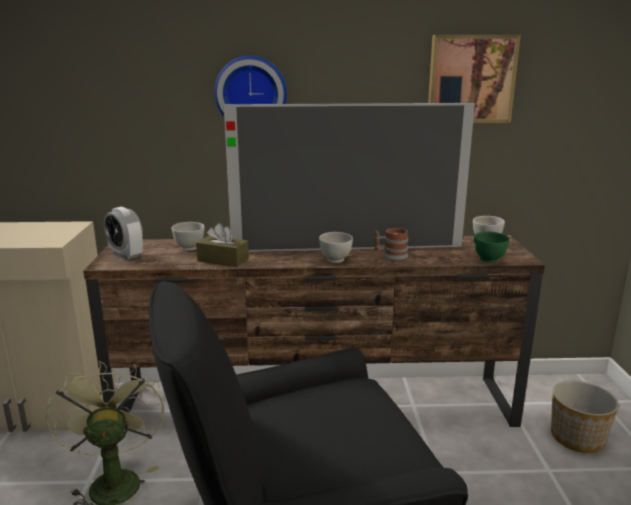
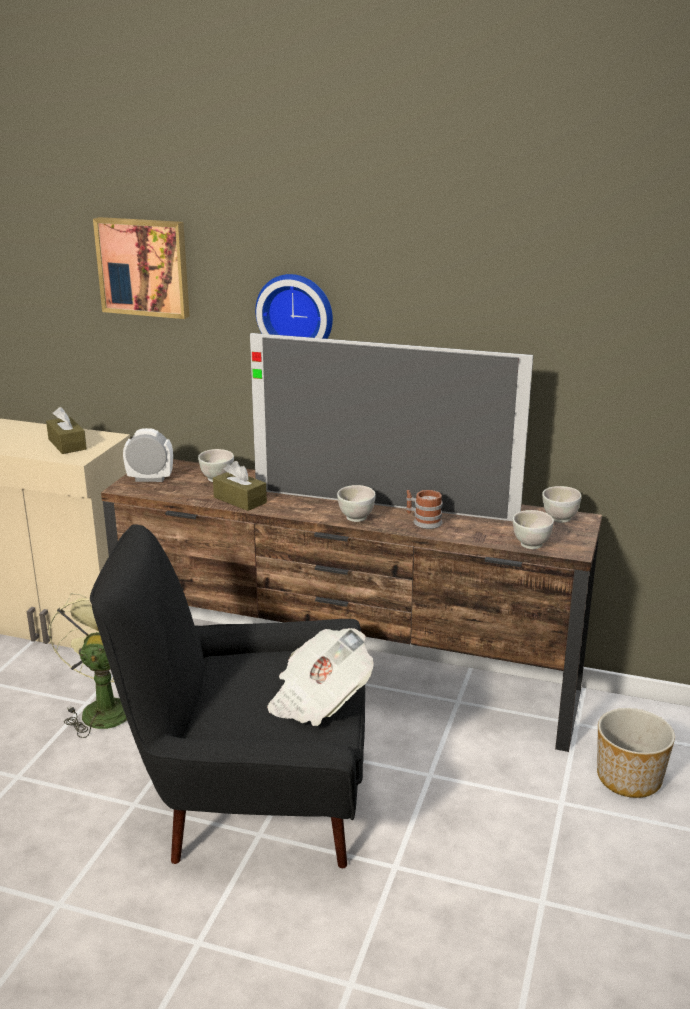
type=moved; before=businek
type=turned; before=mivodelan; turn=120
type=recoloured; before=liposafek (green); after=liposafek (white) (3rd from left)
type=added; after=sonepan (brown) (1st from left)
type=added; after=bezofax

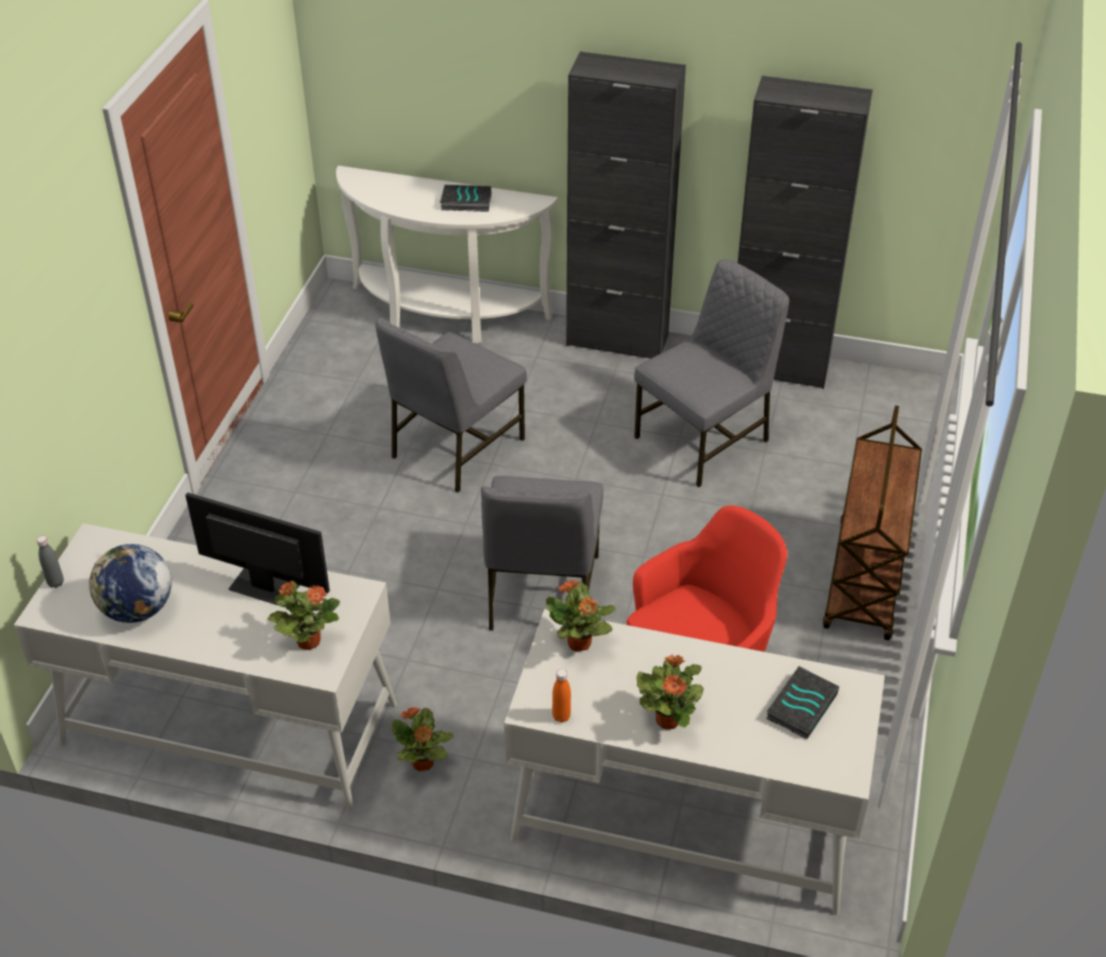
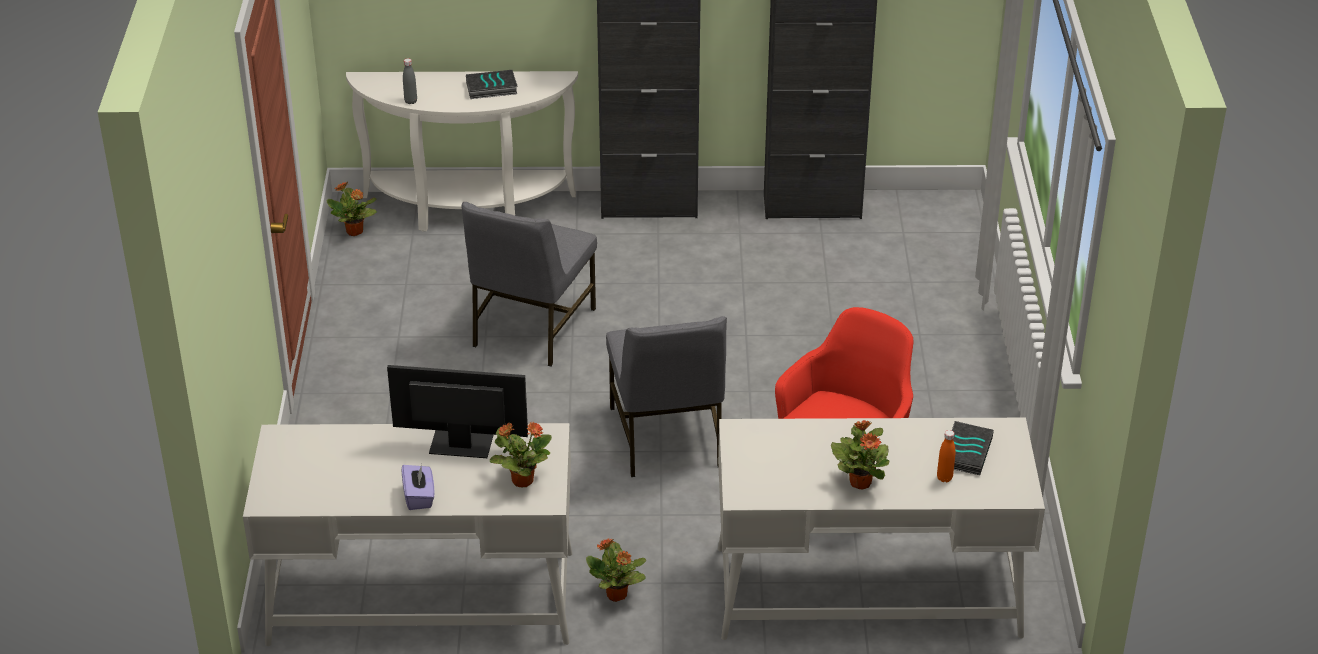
type=removed; before=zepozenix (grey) (3rd from left)
type=removed; before=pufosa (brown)
type=moved; before=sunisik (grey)
type=removed; before=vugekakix
type=moved; before=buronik (3rd from left in the first image); after=buronik (1st from left)
type=moved; before=sunisik (orange)
type=added; after=sonepan (purple)

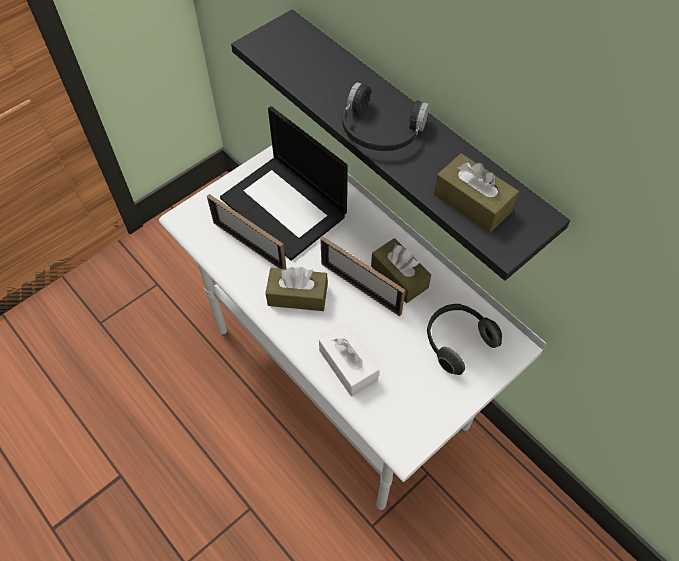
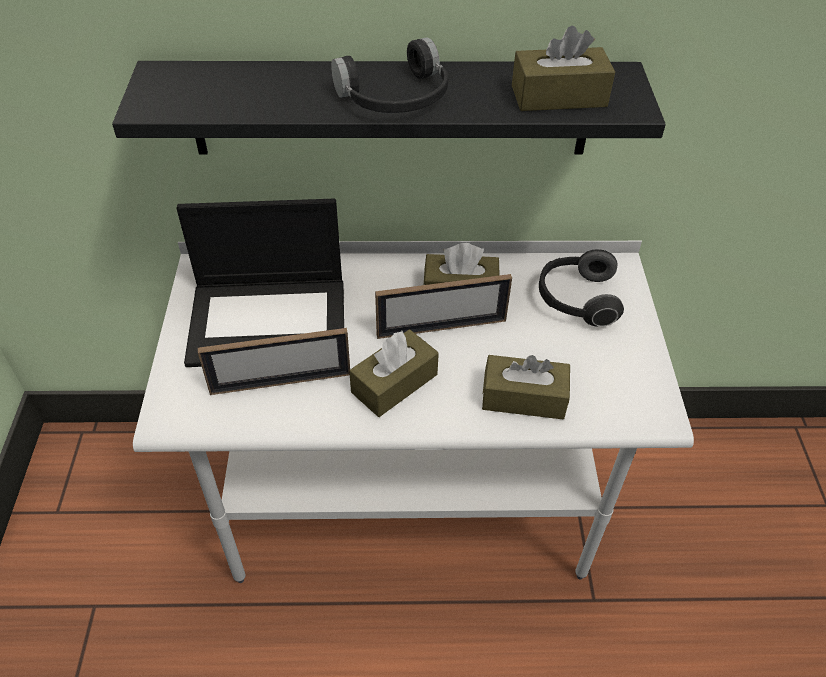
type=recoloured; before=sonepan (white); after=sonepan (brown) (3rd from left)

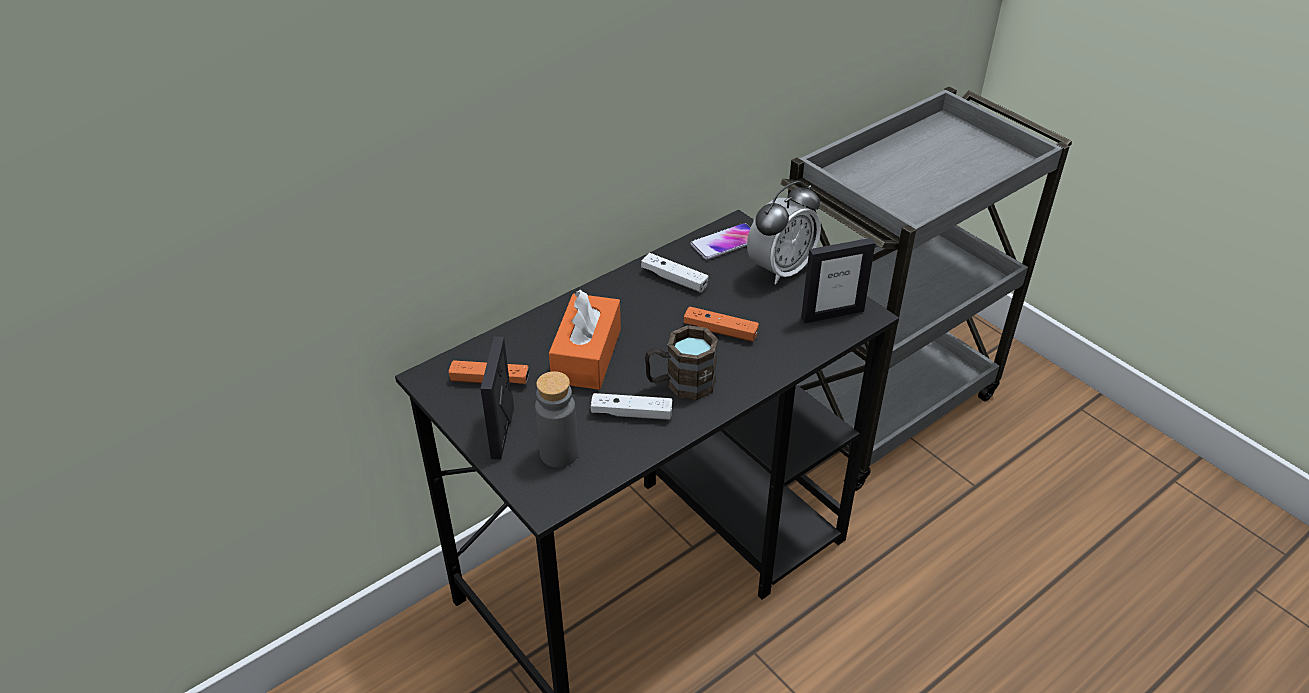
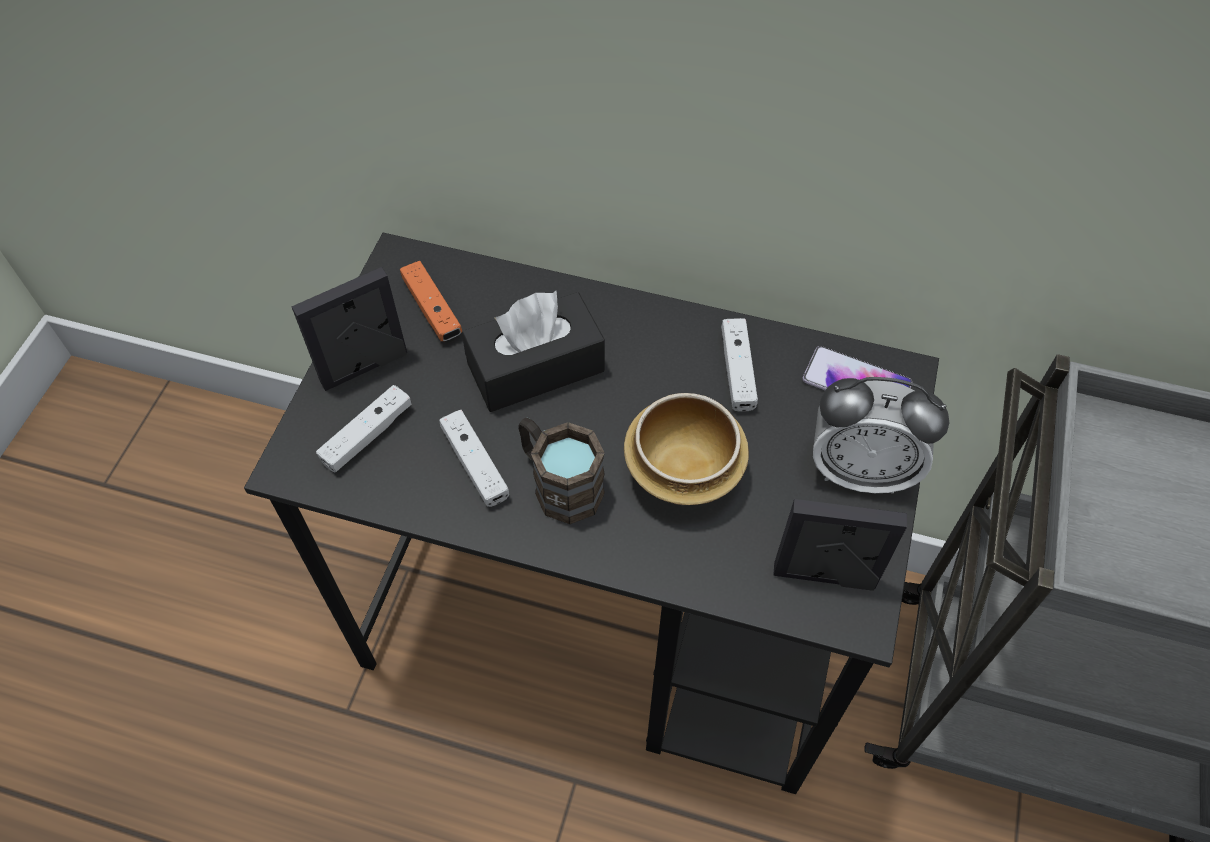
type=turned; before=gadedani (2nd from left); turn=150
type=recoloured; before=sonepan (orange); after=sonepan (black)
type=replaced; before=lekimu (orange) (2nd from left); after=liposafek
type=replaced; before=sunisik (grey); after=lekimu (white) (1st from left)

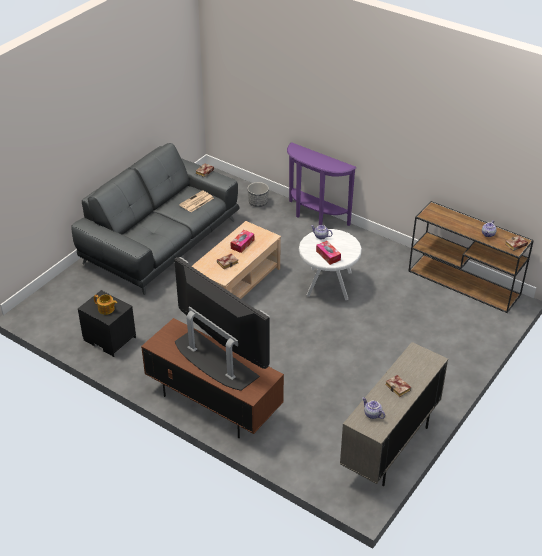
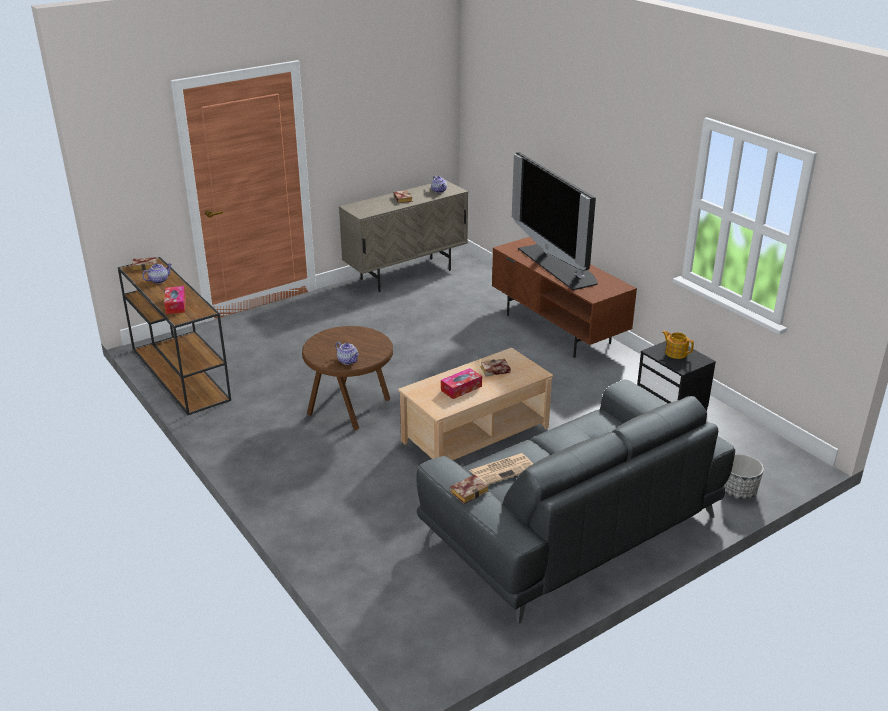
type=removed; before=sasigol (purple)
type=moved; before=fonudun
type=recoloured; before=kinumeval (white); after=kinumeval (brown)
type=moved; before=sonepan (2nd from left in the first image); after=sonepan (1st from left)

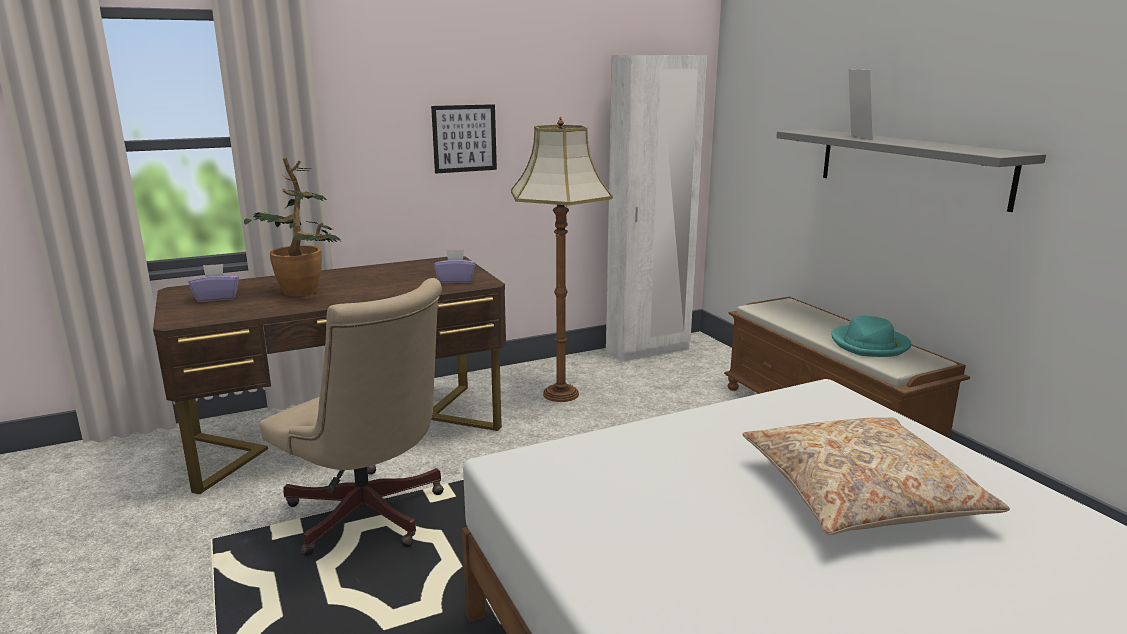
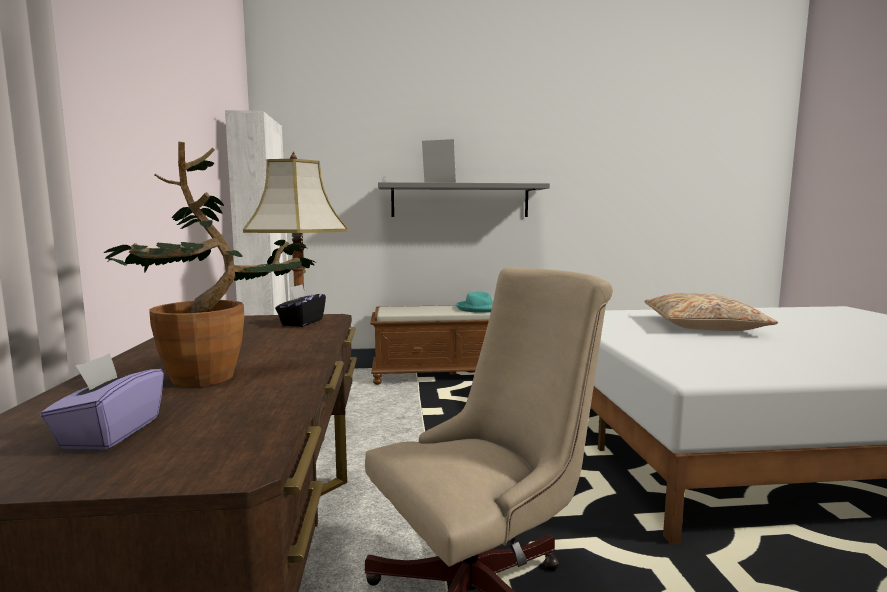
type=removed; before=businek
type=recoloured; before=sonepan (purple) (2nd from left); after=sonepan (black)

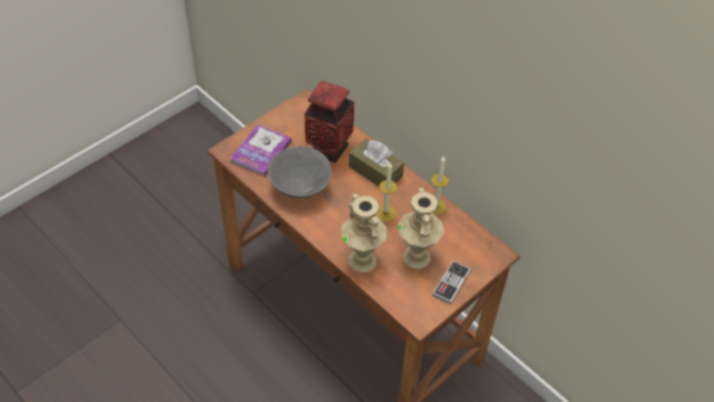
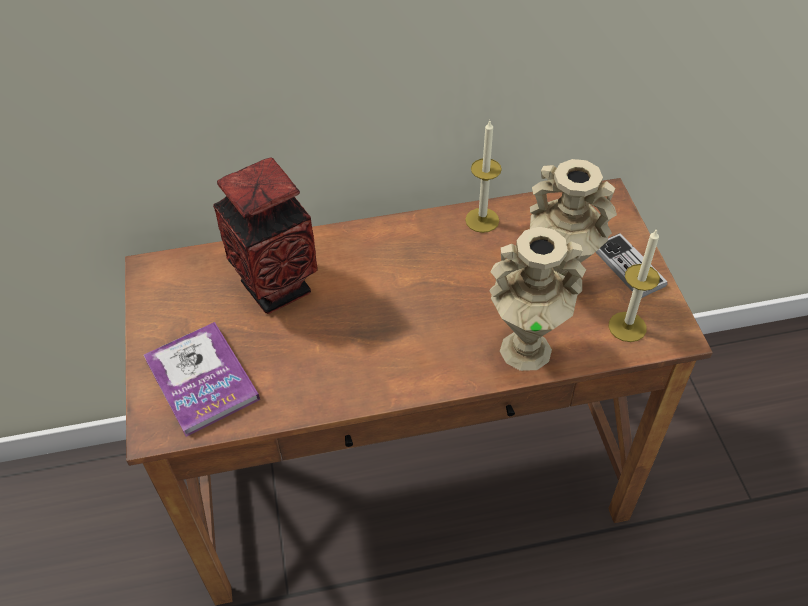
type=removed; before=sonepan (brown)
type=removed; before=liposafek (grey)
type=moved; before=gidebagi (1st from left in the first image); after=gidebagi (2nd from left)

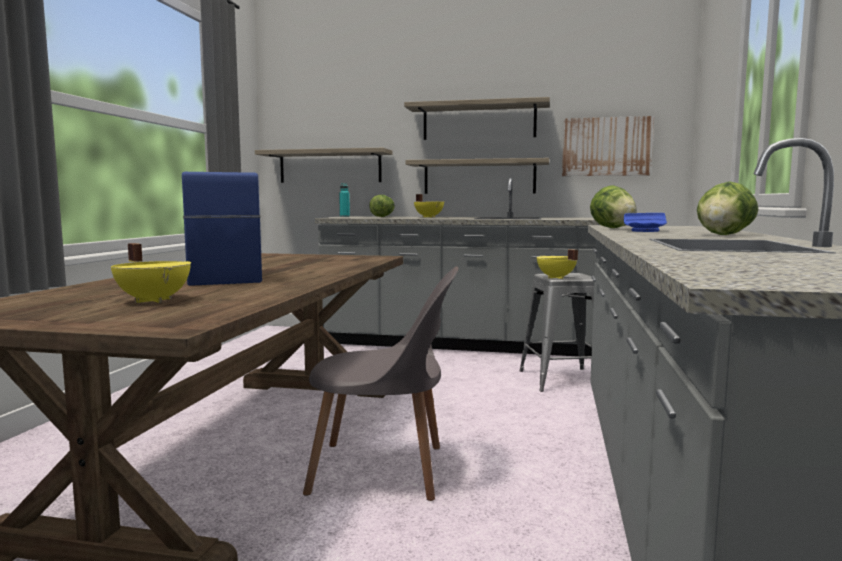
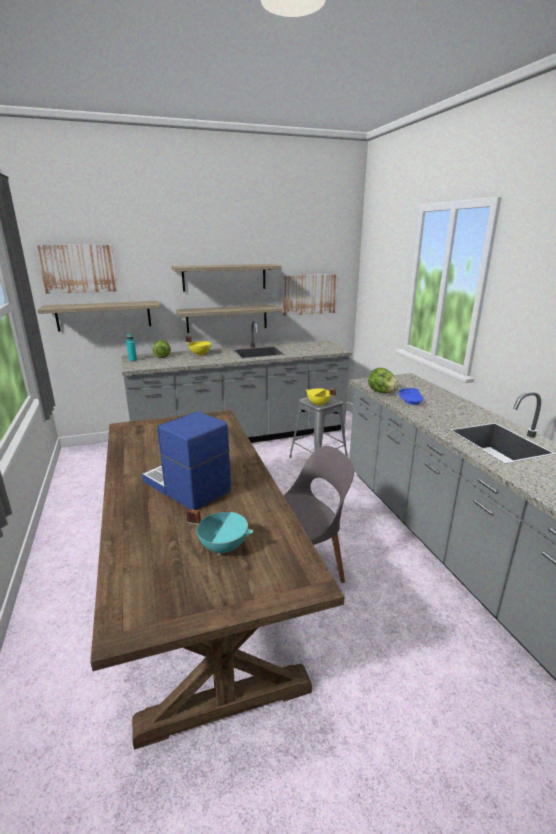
type=removed; before=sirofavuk (3rd from left)
type=recoloured; before=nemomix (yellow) (1st from left); after=nemomix (turquoise)
type=added; after=businek (1st from left)

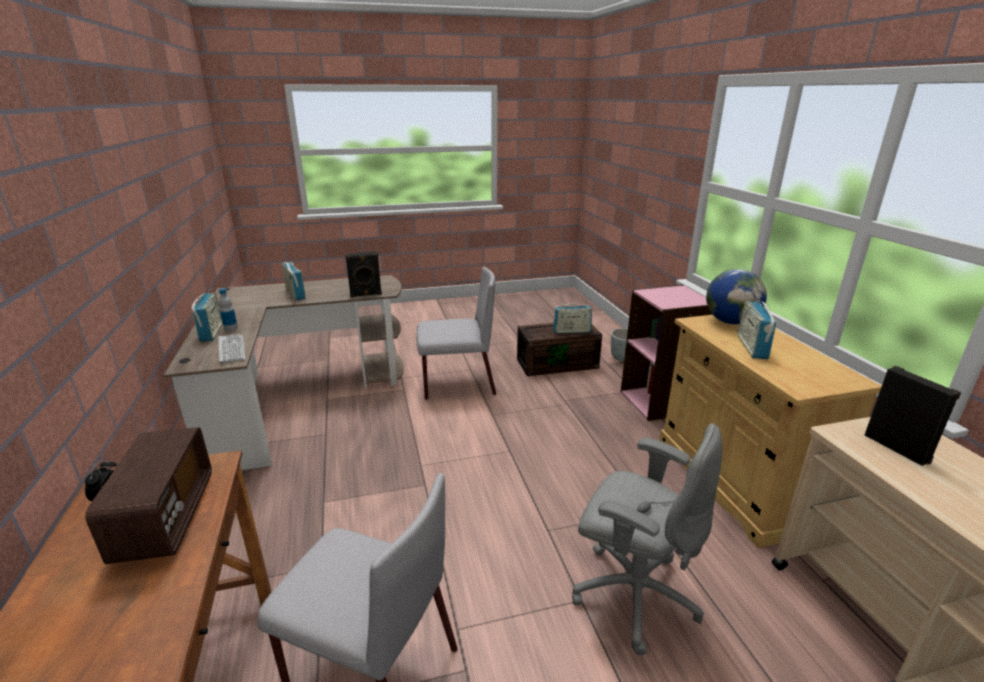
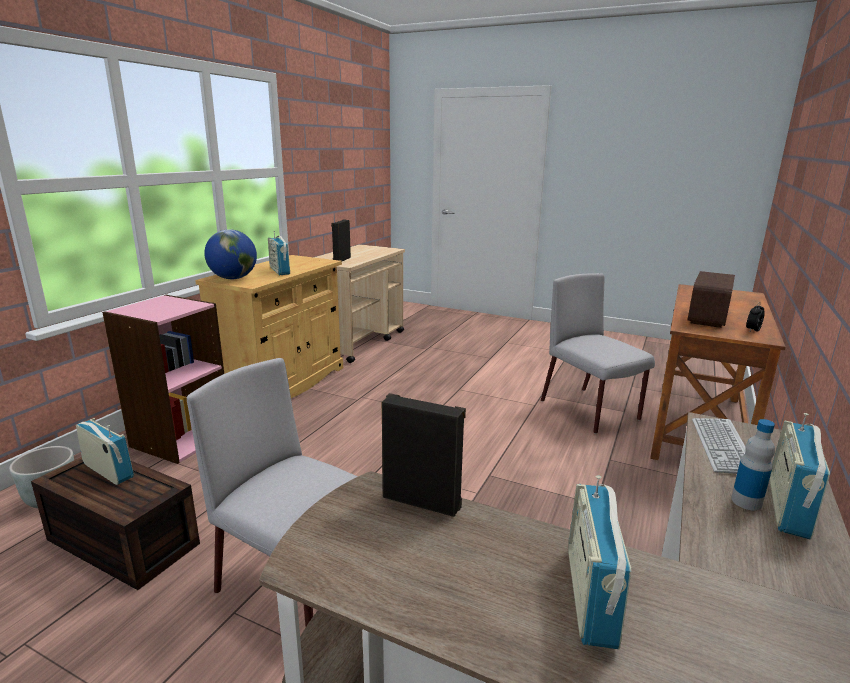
type=turned; before=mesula (5th from left in the first image); turn=105
type=removed; before=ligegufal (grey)

